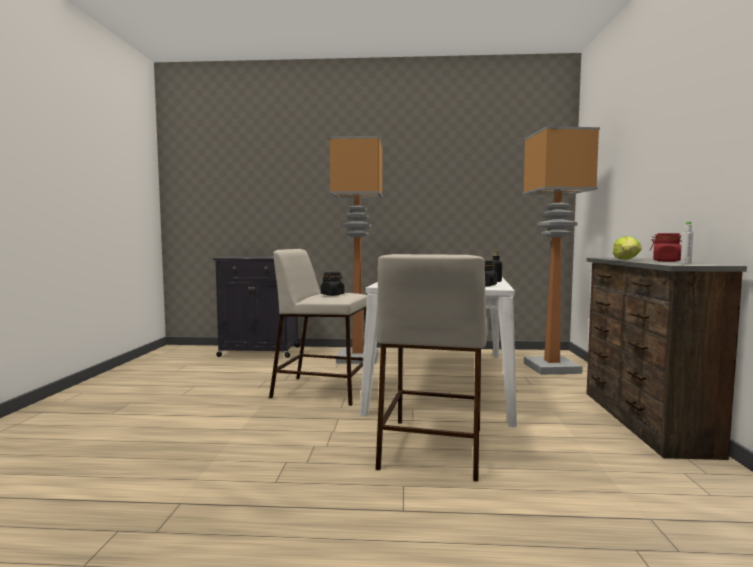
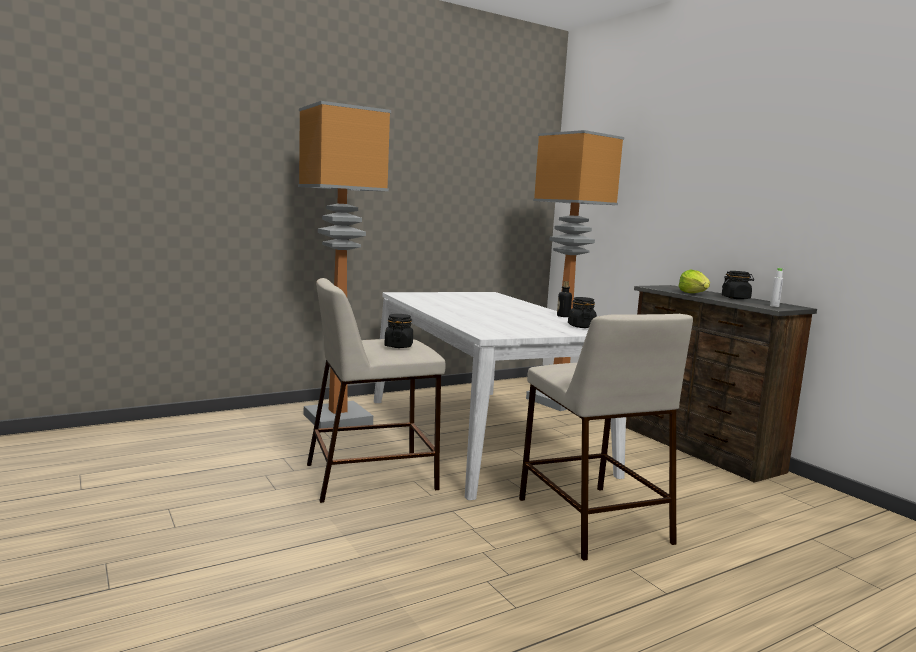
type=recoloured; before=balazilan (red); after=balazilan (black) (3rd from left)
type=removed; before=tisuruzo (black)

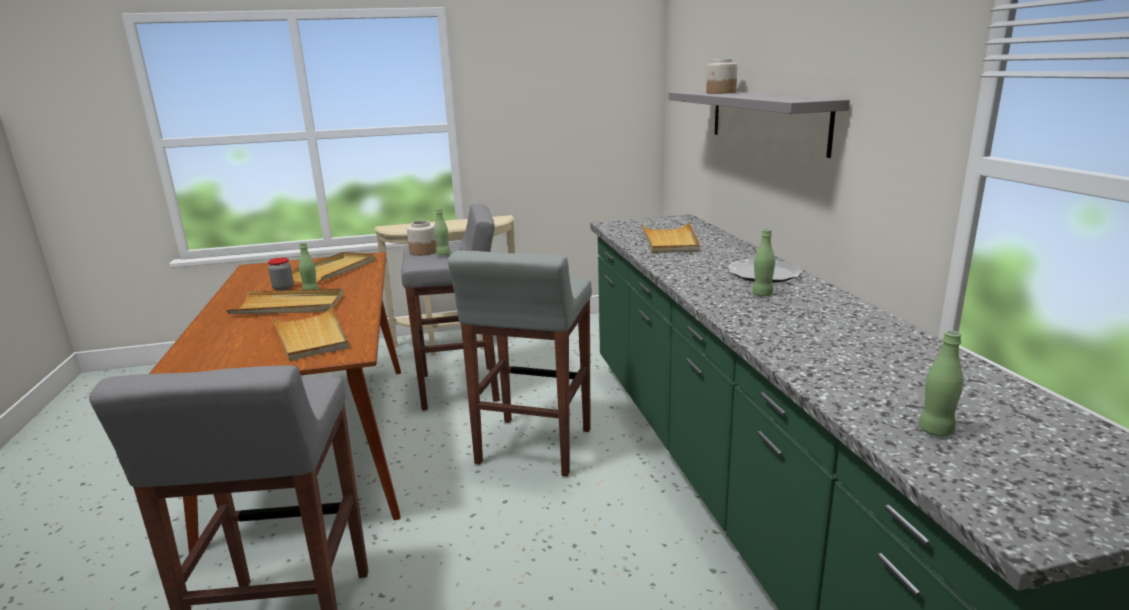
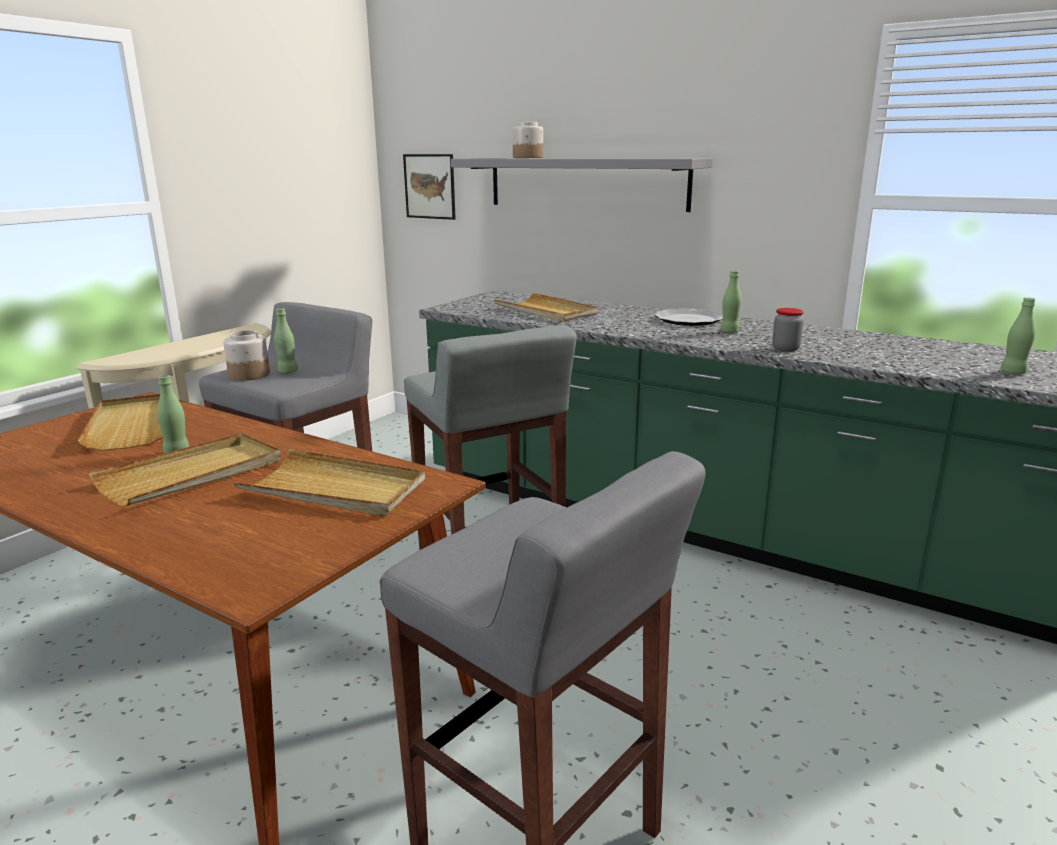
type=moved; before=balazilan (1st from left in the first image); after=balazilan (3rd from left)
type=added; after=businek

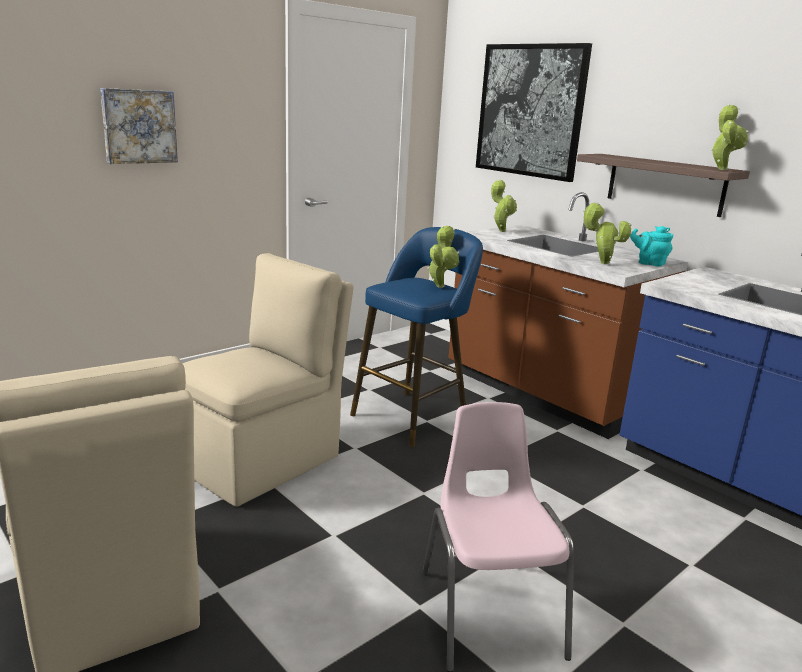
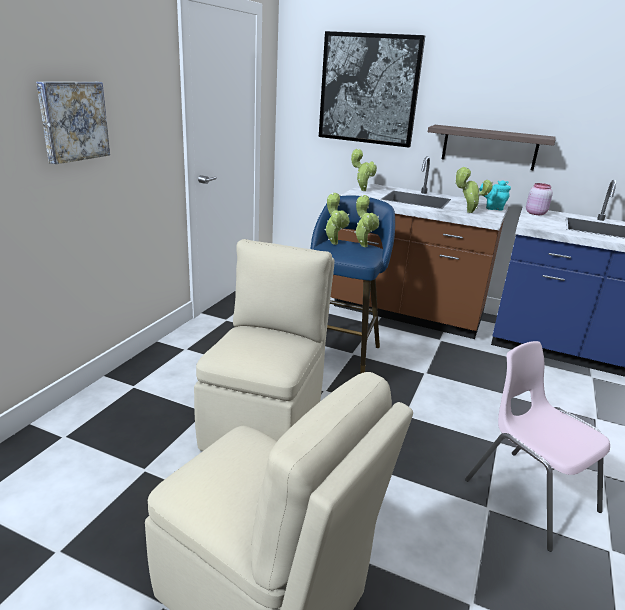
type=moved; before=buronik (4th from left in the first image); after=buronik (1st from left)
type=added; after=balazilan (pink)

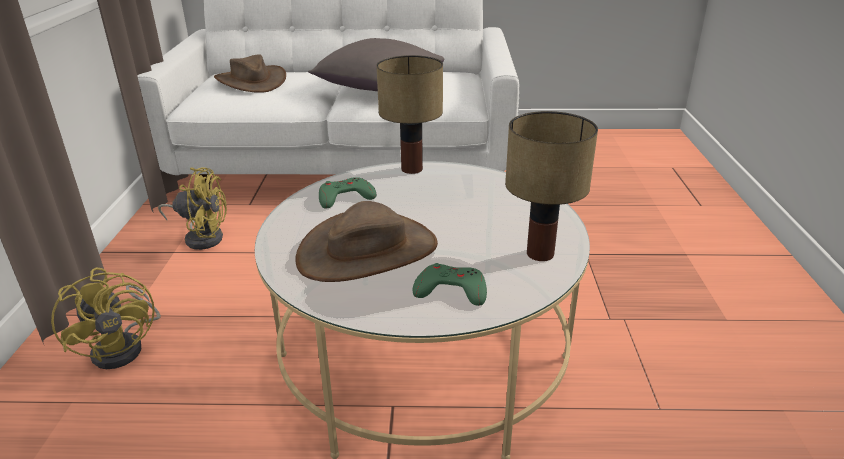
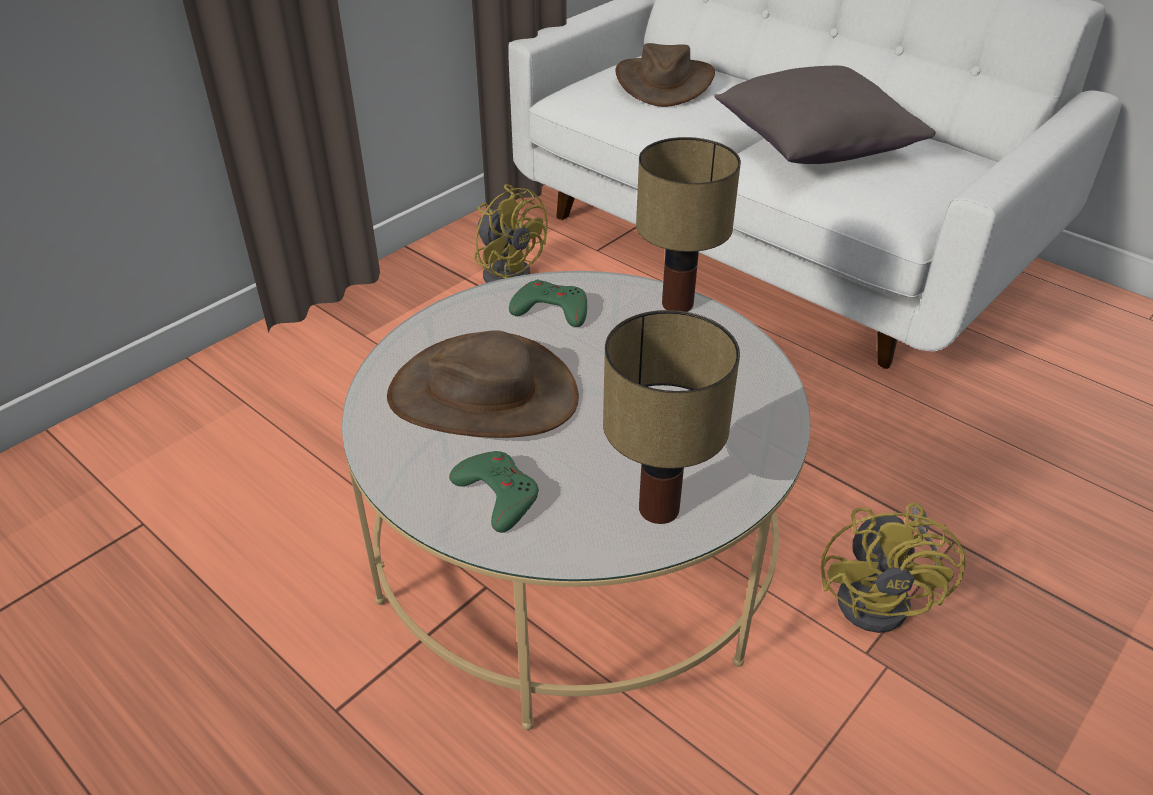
type=moved; before=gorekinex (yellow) (1st from left in the first image); after=gorekinex (yellow) (2nd from left)

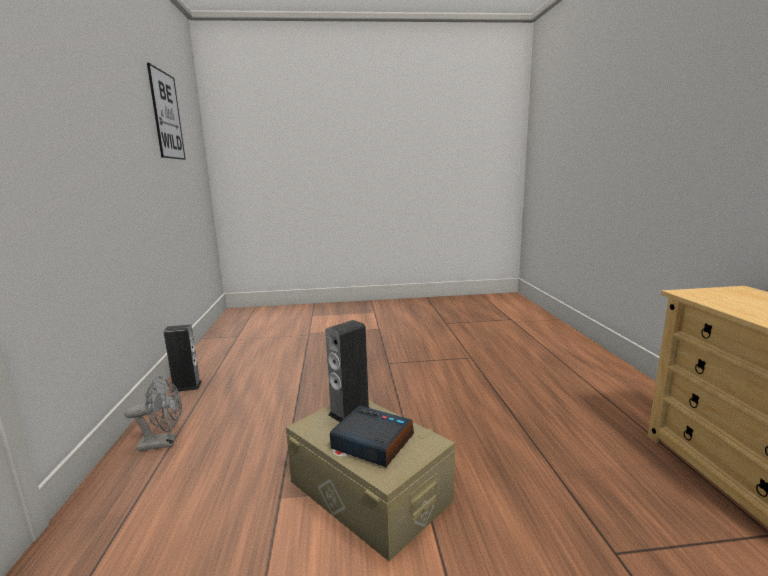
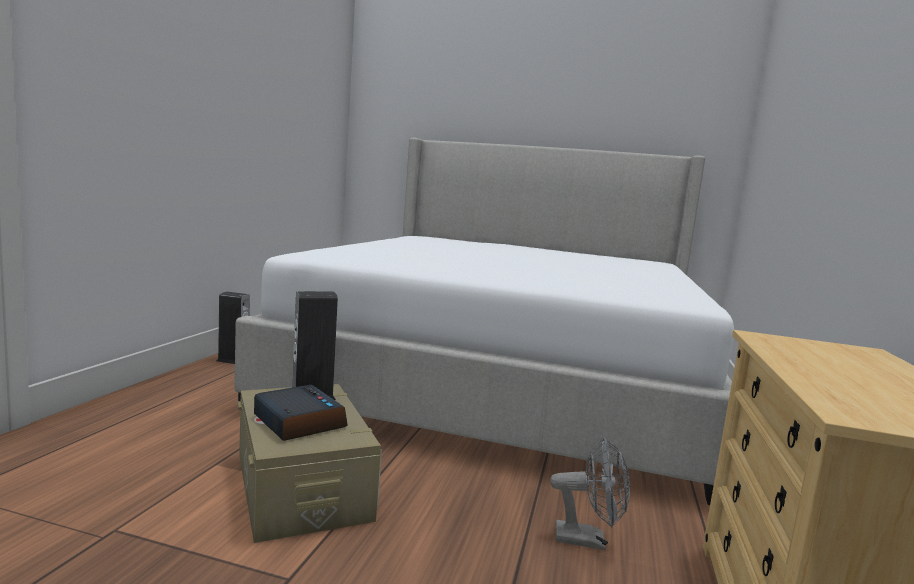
type=removed; before=businek
type=moved; before=gorekinex (grey)
type=added; after=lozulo

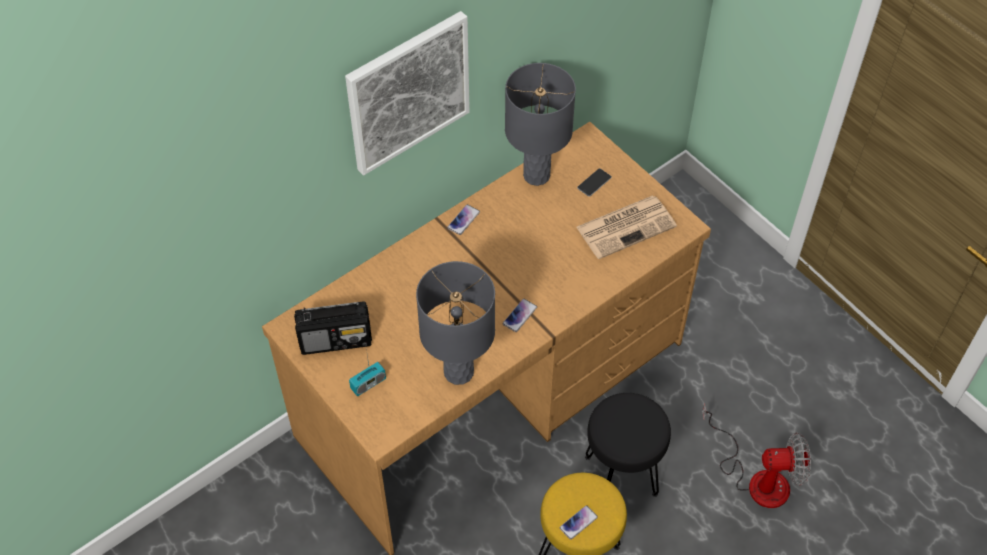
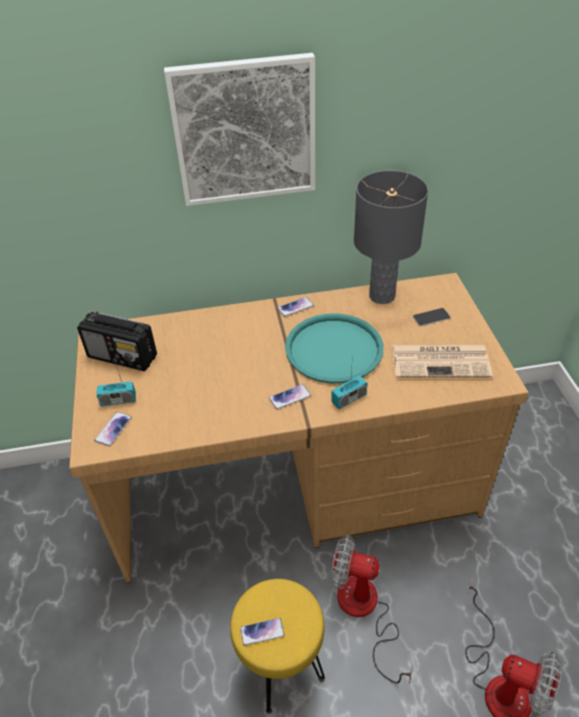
type=removed; before=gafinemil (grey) (1st from left)
type=replaced; before=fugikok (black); after=gorekinex (1st from left)
type=added; after=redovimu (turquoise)
type=added; after=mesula (3rd from left)
type=added; after=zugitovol (1st from left)

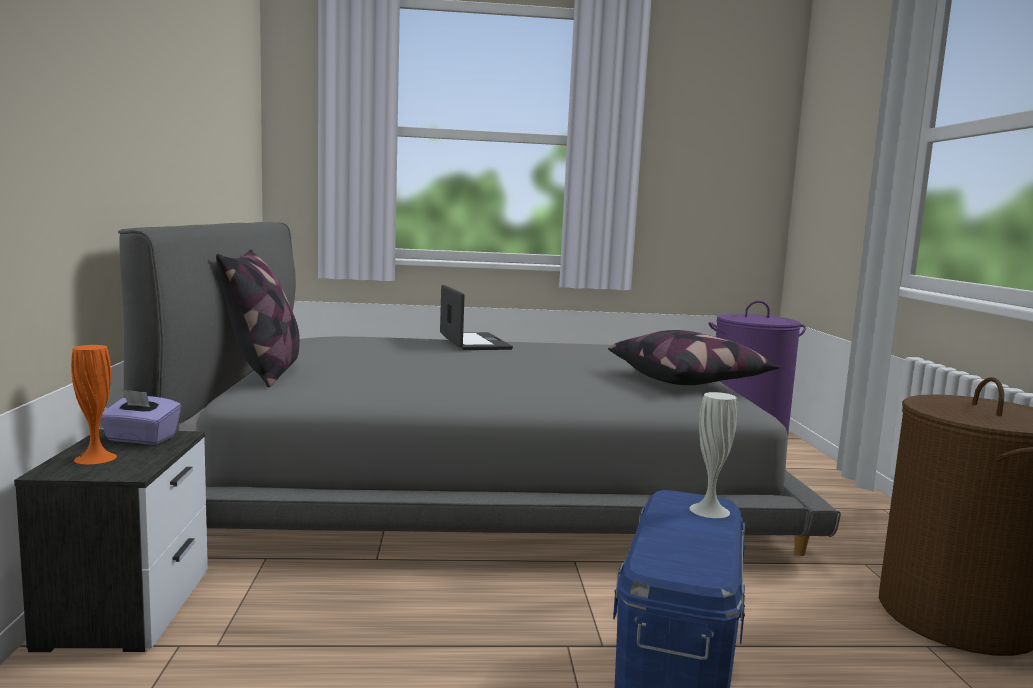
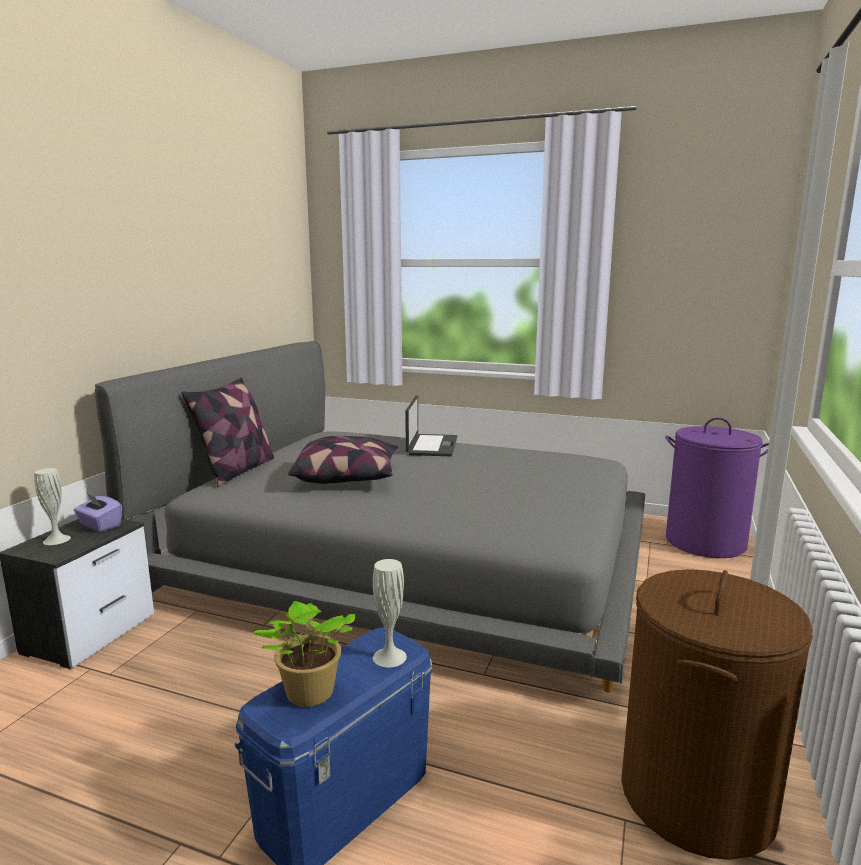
type=moved; before=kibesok (2nd from left)
type=recoloured; before=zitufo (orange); after=zitufo (white) (1st from left)
type=added; after=buronik

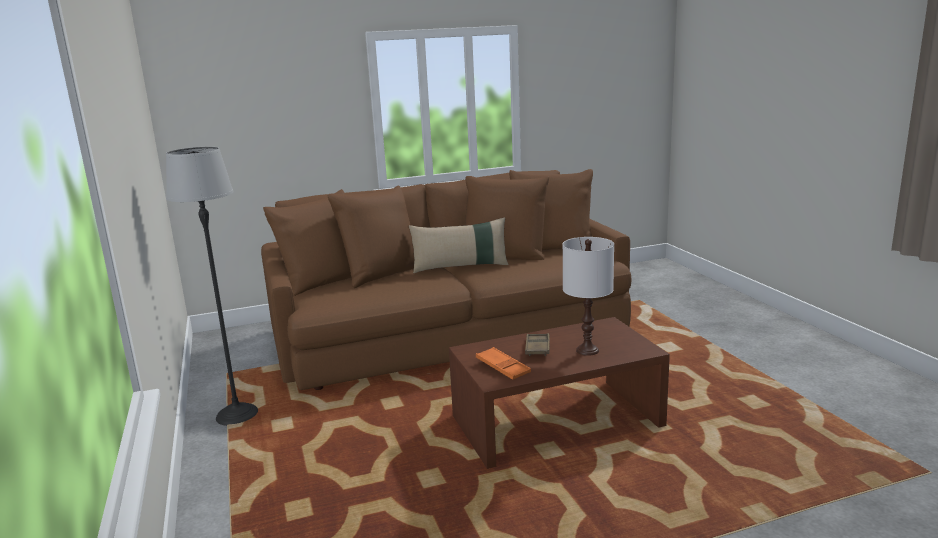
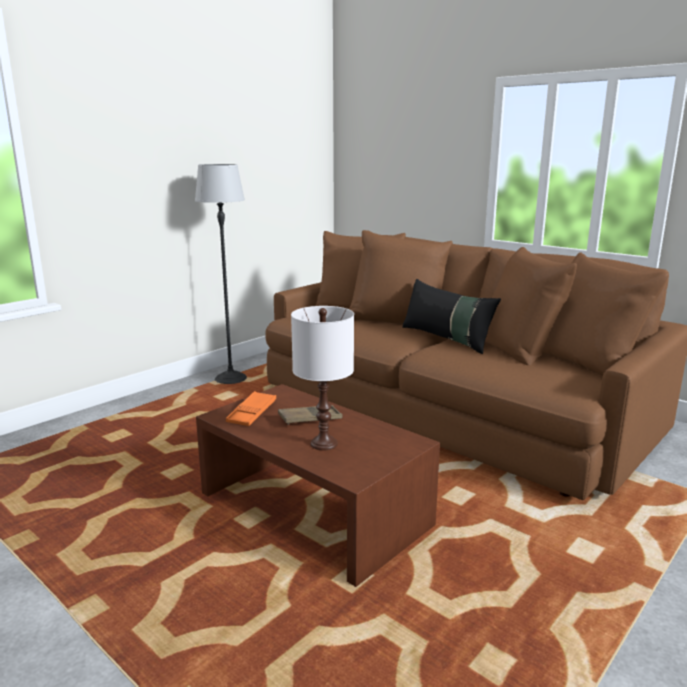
type=recoloured; before=kibesok (beige); after=kibesok (black)

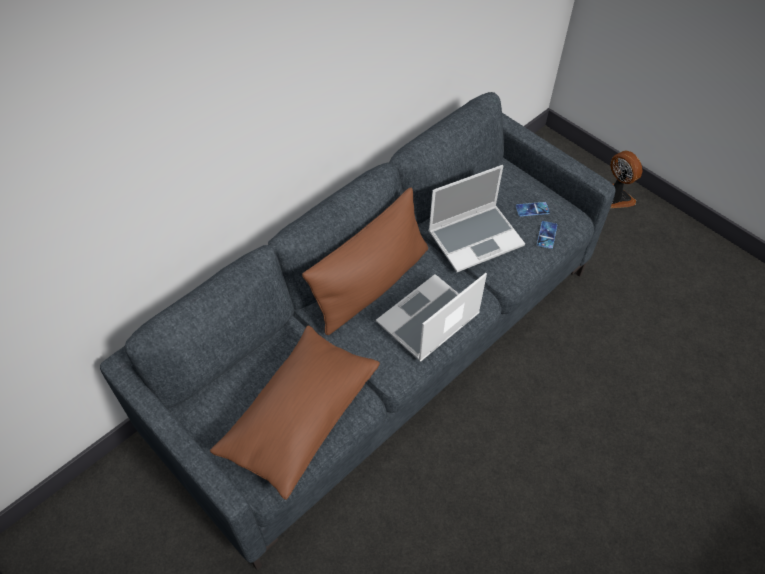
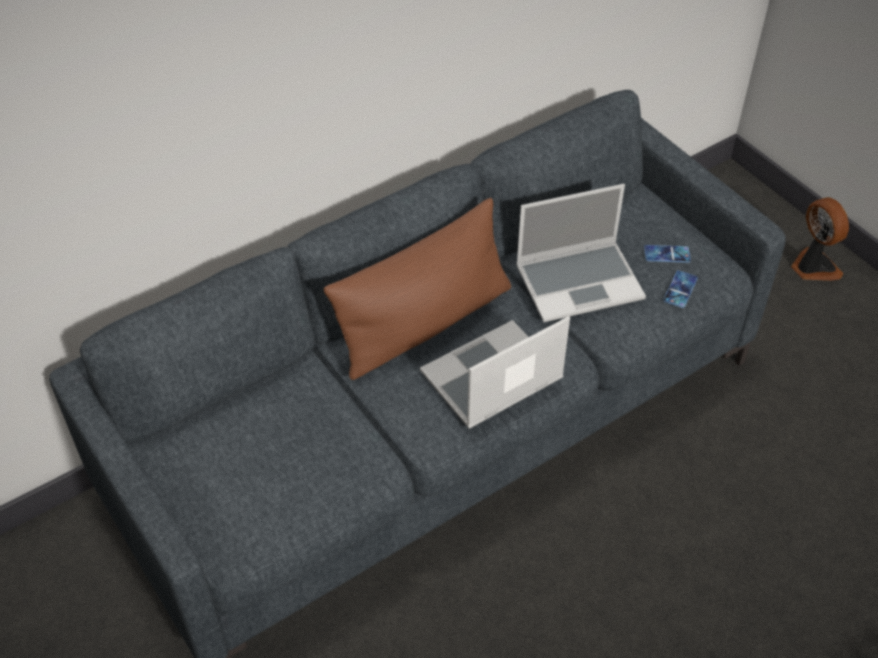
type=removed; before=kibesok (brown) (1st from left)

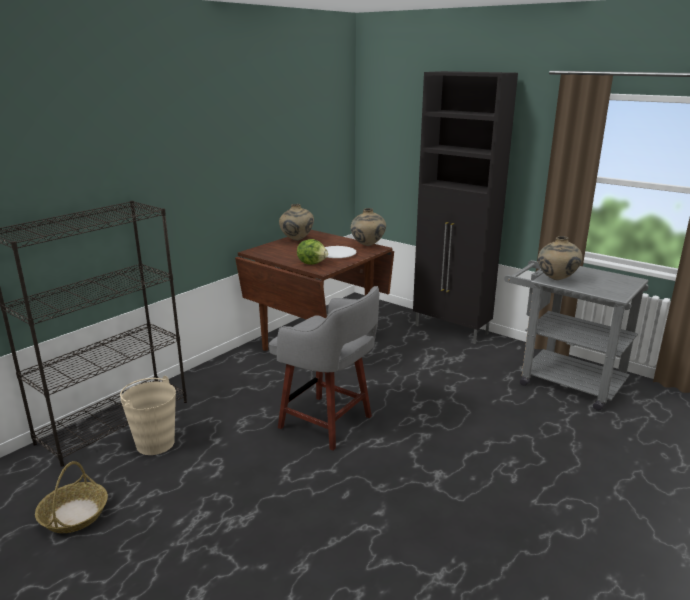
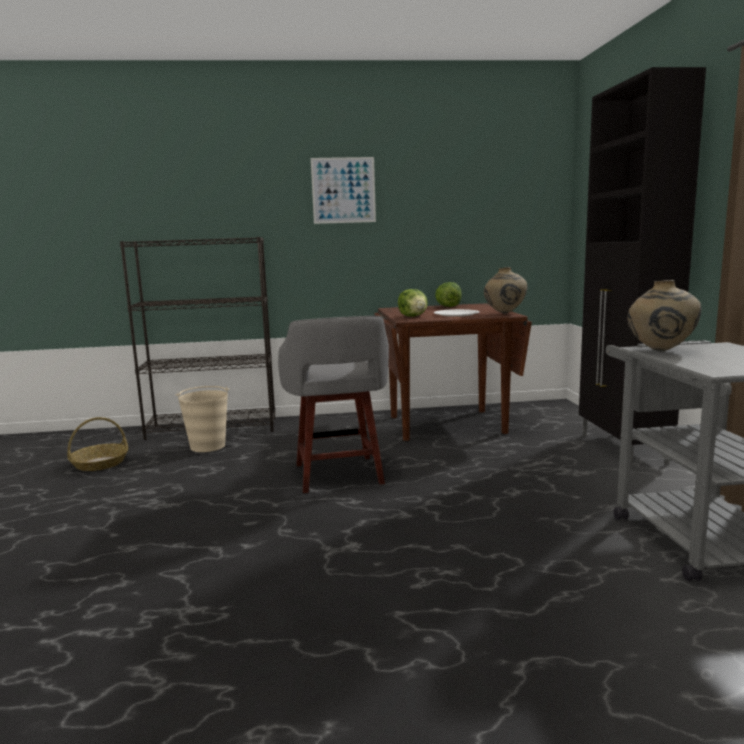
type=replaced; before=zitufo (beige) (1st from left); after=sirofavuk (2nd from left)
type=added; after=businek

